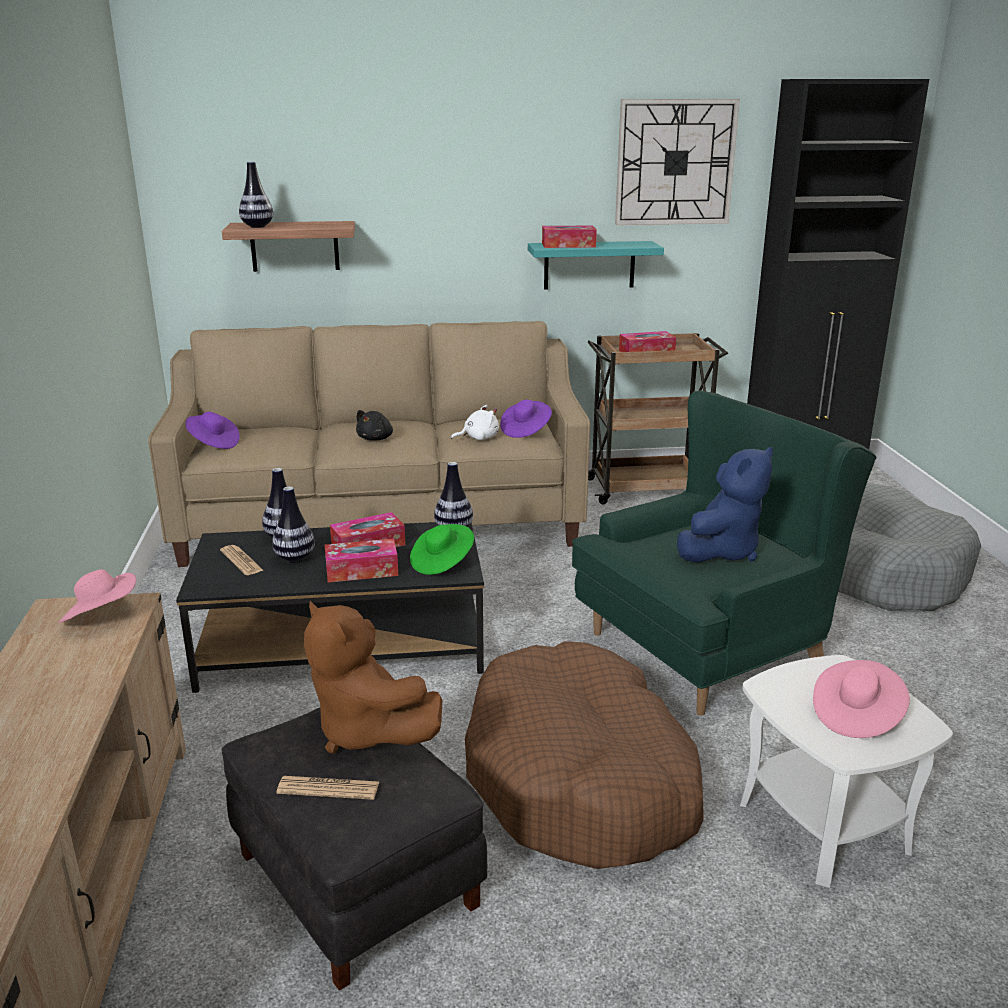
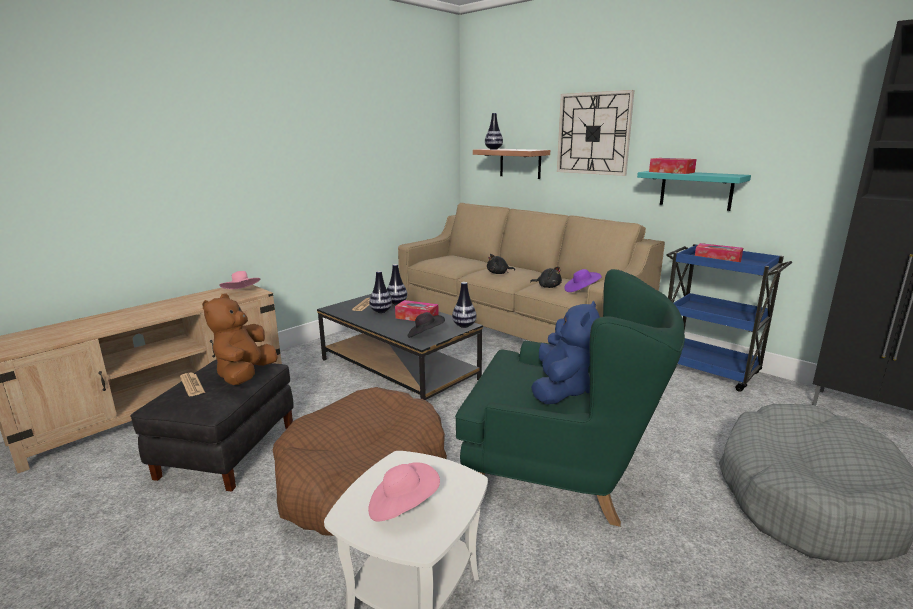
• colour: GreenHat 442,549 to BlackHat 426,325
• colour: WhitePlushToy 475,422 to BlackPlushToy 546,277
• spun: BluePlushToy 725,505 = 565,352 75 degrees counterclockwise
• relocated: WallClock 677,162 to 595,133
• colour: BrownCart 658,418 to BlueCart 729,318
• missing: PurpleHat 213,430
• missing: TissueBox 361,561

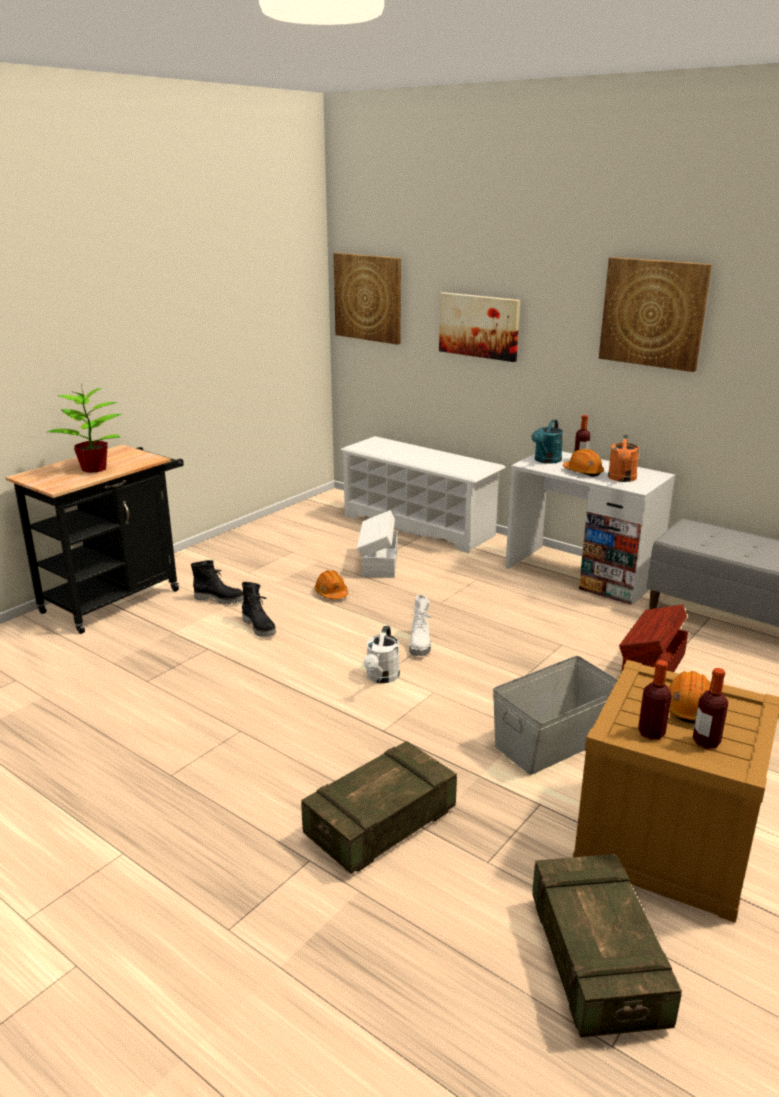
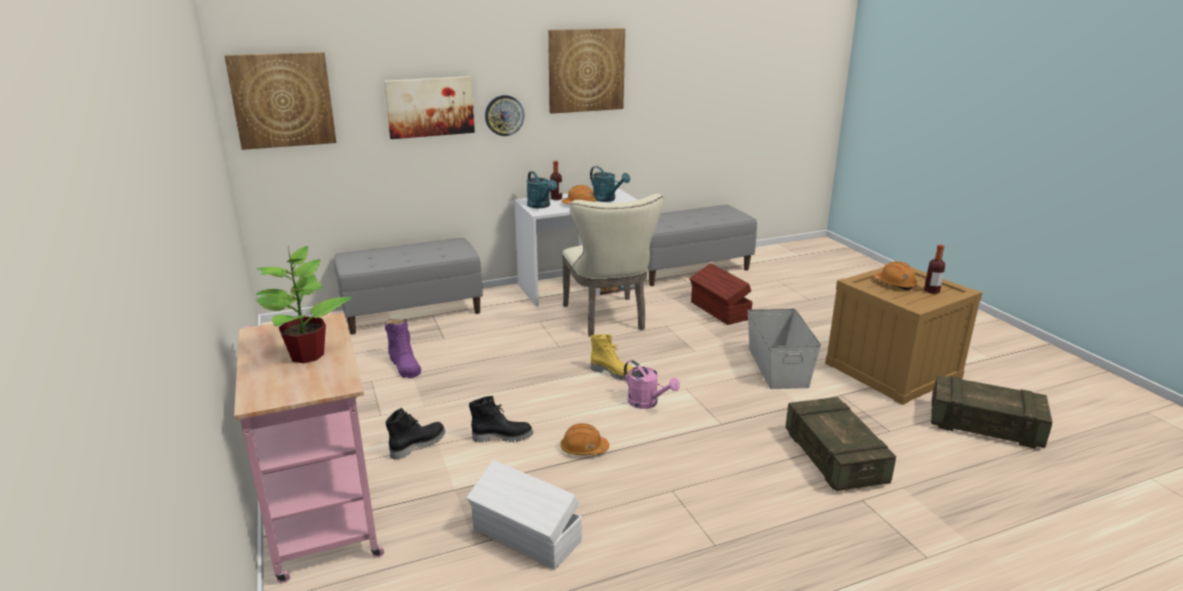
• colour: BlackCart 94,539 to PinkCart 309,447
• exchanged: WhiteShoeRack 423,494 to GreyBench 408,286
• appeared: PurpleBoot 403,348
• relocated: WhiteStorageBox 377,544 to 524,515
• appeared: WallClock 504,115
• relocated: OrangeHardHat 331,584 to 585,439
• appeared: BeigeChair 612,265
• colour: OrangeWateringCan 624,458 to TurquoiseWateringCan 610,184
• colour: WhiteBoot 420,625 to YellowBoot 612,357
• colour: WhiteWateringCan 382,654 to PinkWateringCan 652,384
• missing: Bottle 655,699

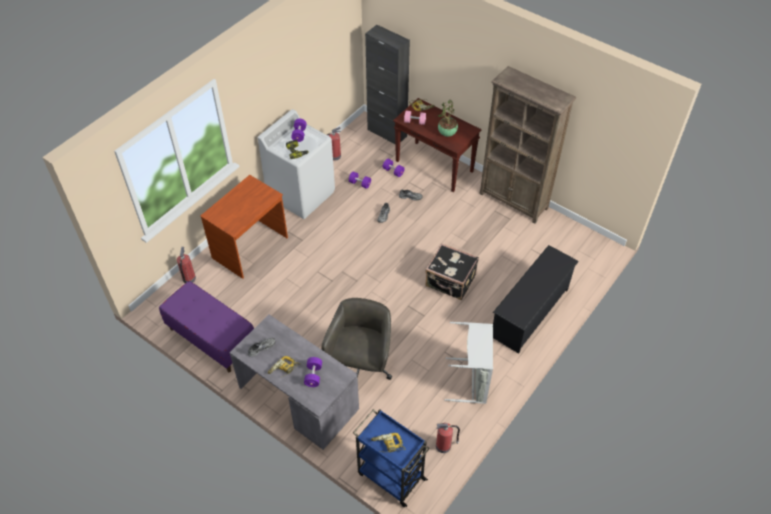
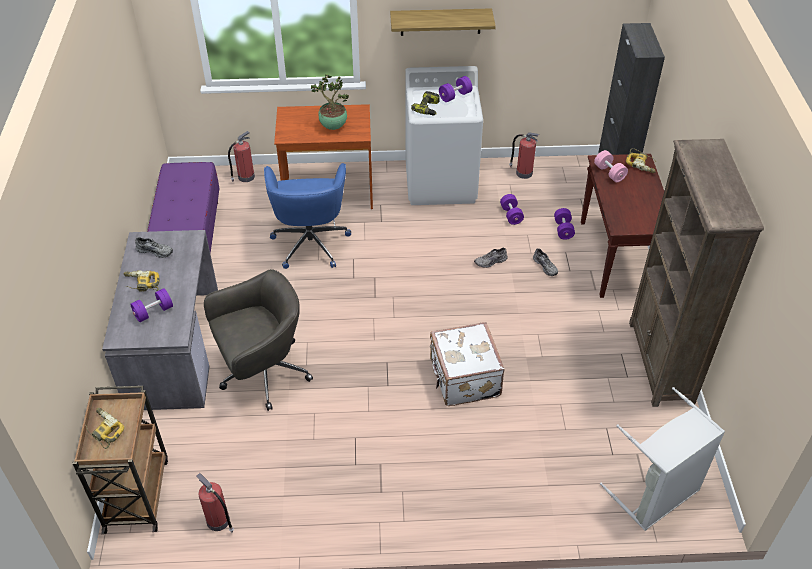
• colour: BlueCart 391,458 to BrownCart 120,460
• appeared: BlueOfficeChair 307,216
• relocated: PottedPlant 448,118 to 330,102
• appeared: Shelf 443,22
• colour: BlackSuitcase 452,271 to WhiteSuitcase 467,364
• relocated: GreyLaundryBasket 468,363 to 662,459
• missing: BlackShoeRack 536,299

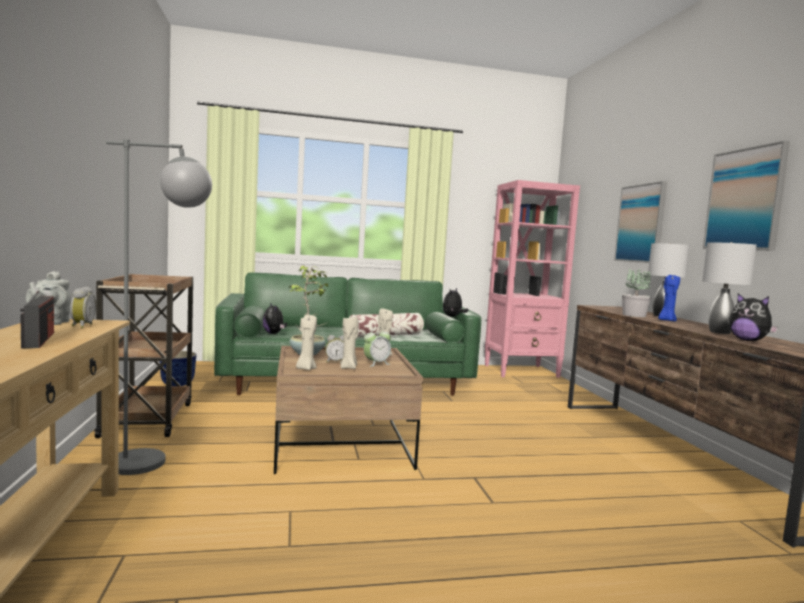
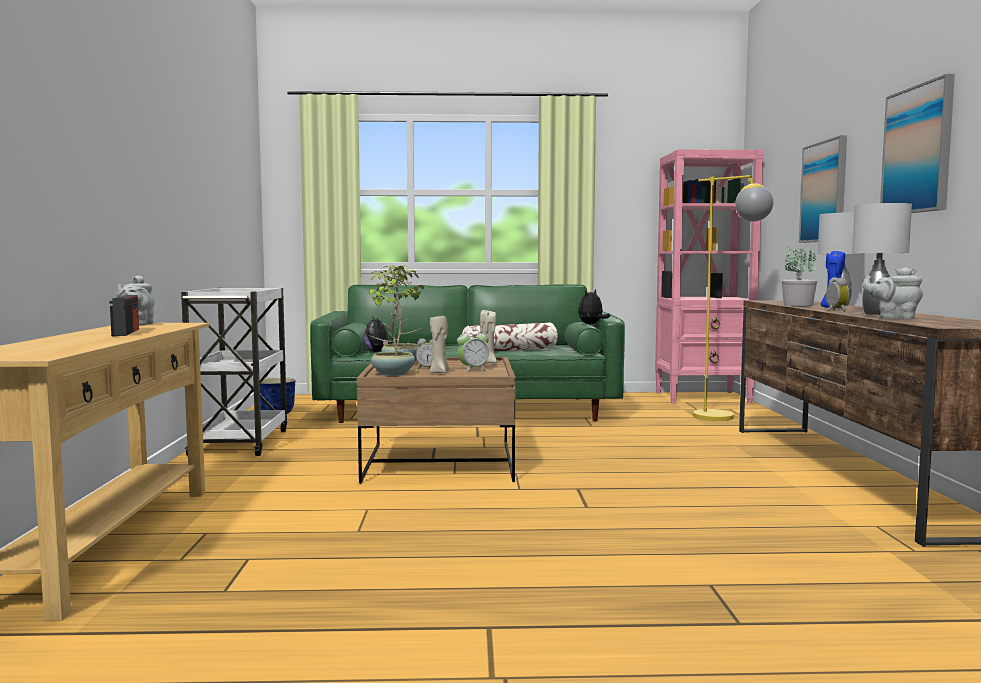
• colour: BrownCart 143,356 to WhiteCart 234,372
• exchanged: BeigeCandle 306,342 to PottedPlant 392,321
• appeared: YellowFloorLamp 733,298
• relocated: AlarmClock 83,307 to 837,294
• exchanged: PlushToy 754,317 to GreyTeapot 892,293
• missing: GreyFloorLamp 159,307

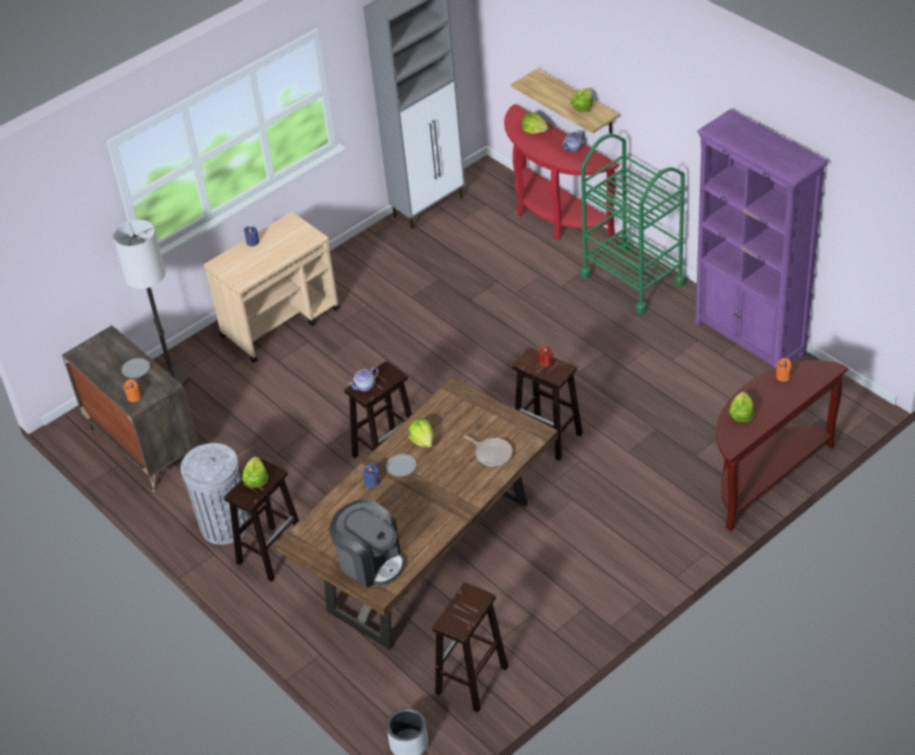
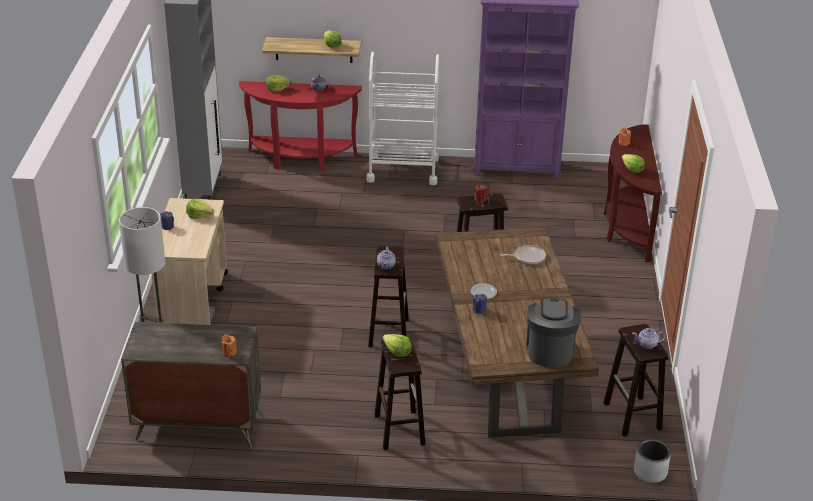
• relocated: Lettuce 420,433 to 200,208
• colour: GreenCart 633,224 to WhiteCart 402,118
• spun: CoffeeMachine 366,543 = 553,332 75 degrees counterclockwise
• appeared: Teapot 649,338
• missing: Plate 136,368
• missing: GreyTrashCan 215,494

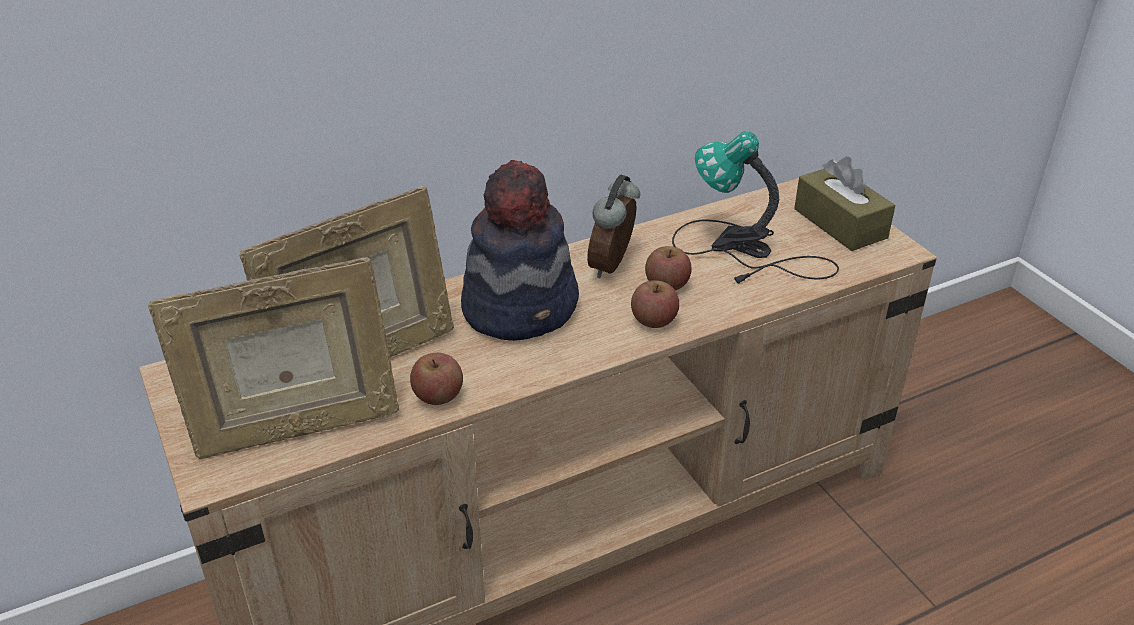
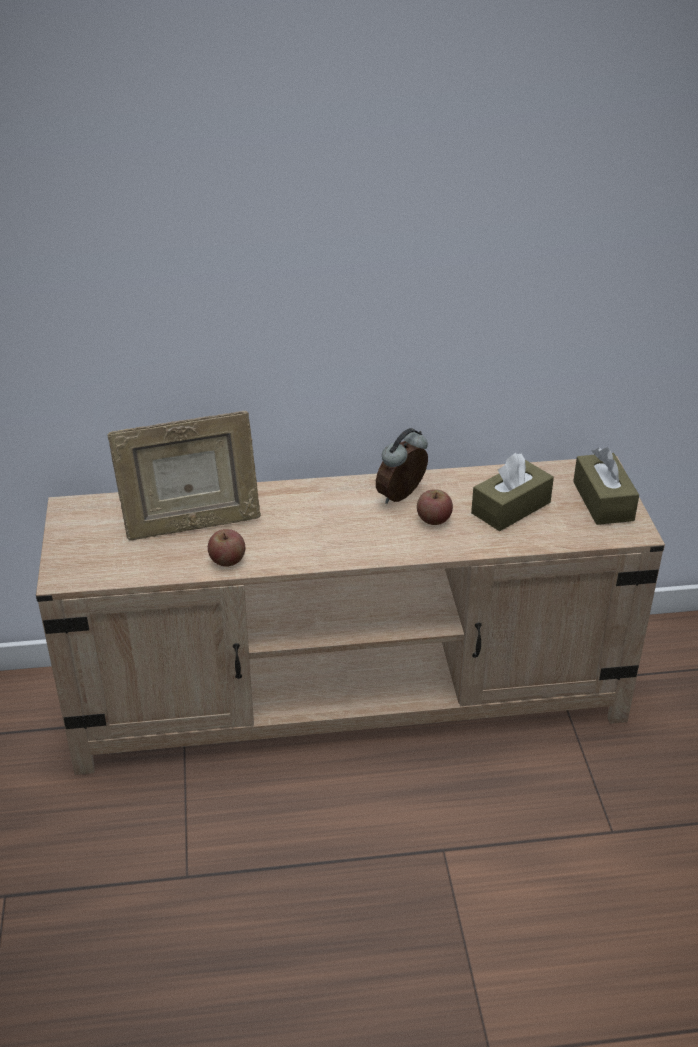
• exchanged: TableLamp 755,207 to BrownTissueBox 512,492
• missing: PictureFrame 273,358
• missing: Hat 520,250
• missing: Apple 655,304

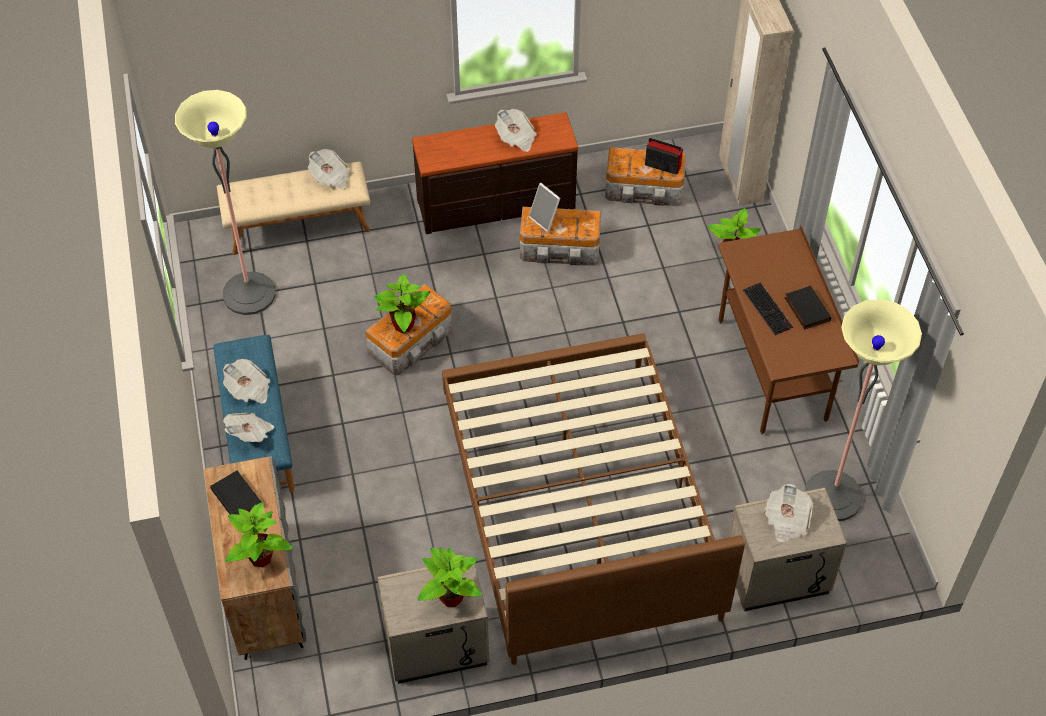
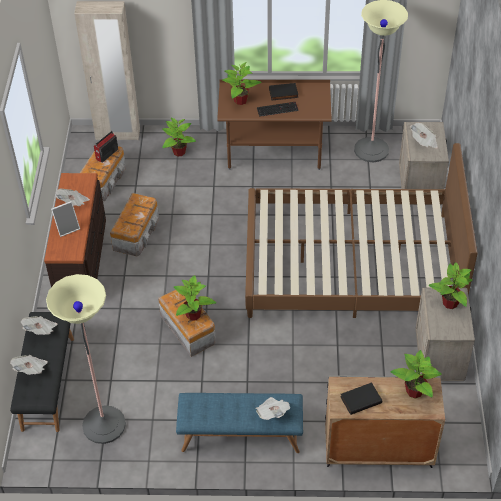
• colour: BeigeBench 293,208 to BlackBench 42,372
• relocated: Newspaper 246,381 to 29,365
• relocated: PictureFrame 544,207 to 65,219
• appeared: PottedPlant 241,83

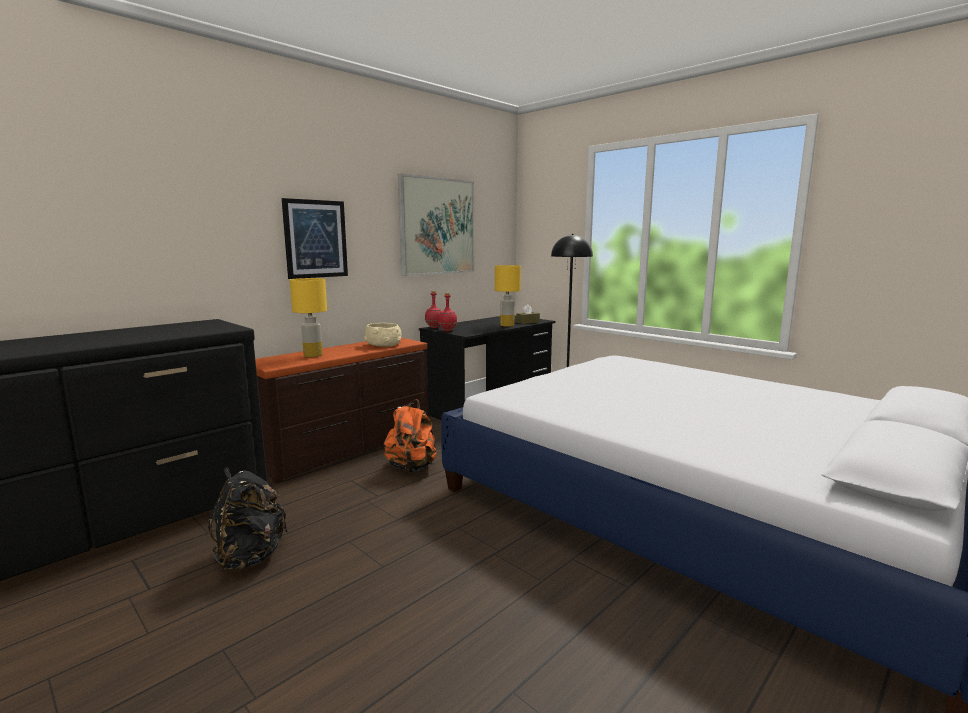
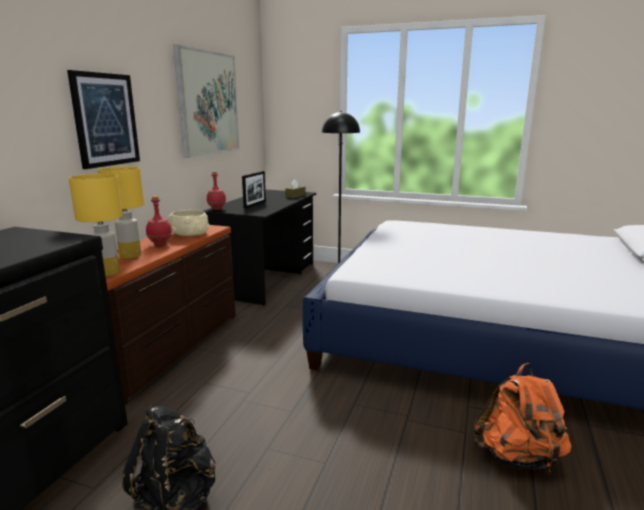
• relocated: YellowTableLamp 508,296 to 96,225
• relocated: RedBottle 447,312 to 159,221
• appeared: PictureFrame 254,190
• relocated: OrangeBackpack 410,436 to 522,418

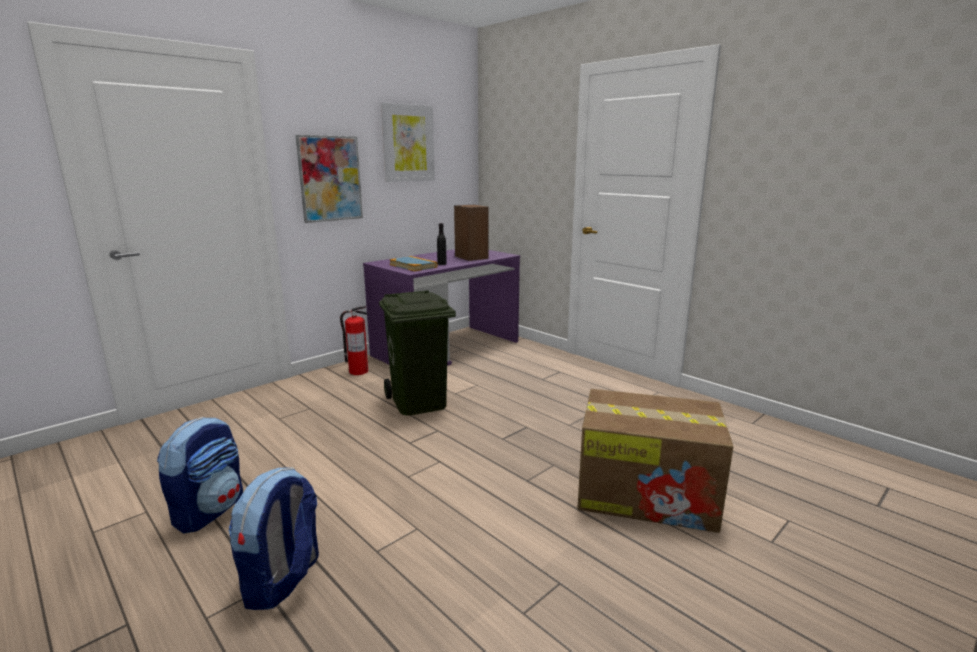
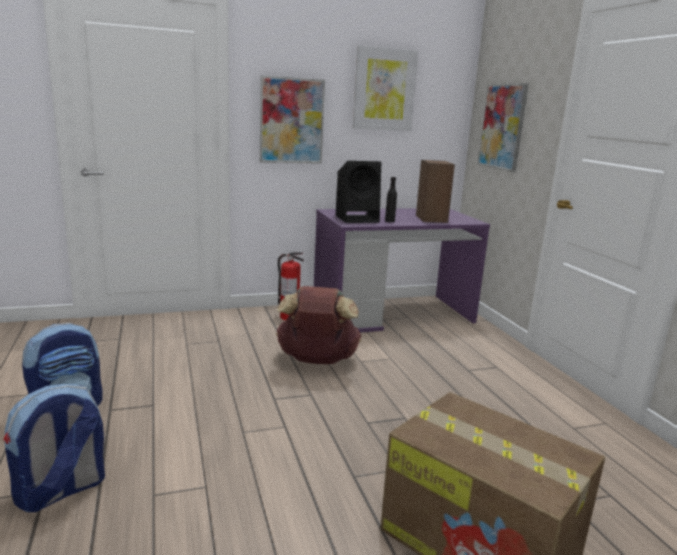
• exchanged: GreenTrashCan 417,352 to BrownBackpack 318,325
• exchanged: Book 413,263 to BlackSpeaker 358,192
• appeared: Picture 503,127

